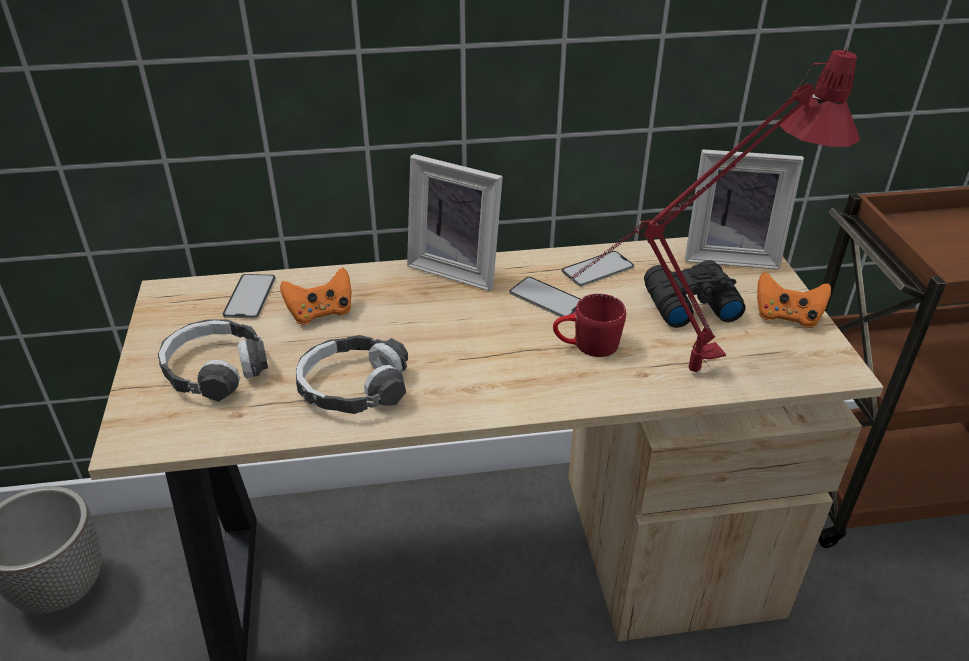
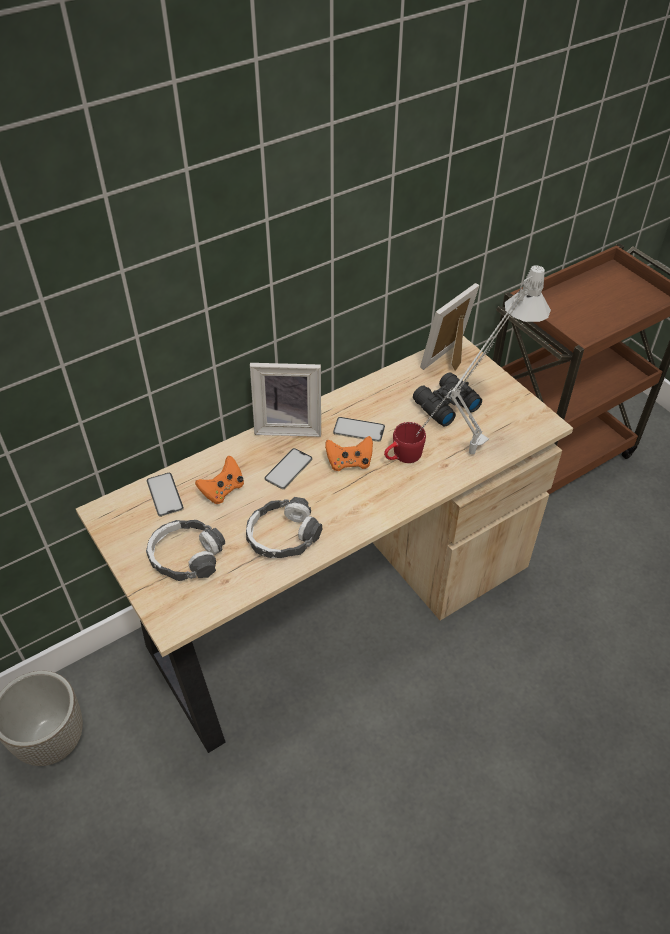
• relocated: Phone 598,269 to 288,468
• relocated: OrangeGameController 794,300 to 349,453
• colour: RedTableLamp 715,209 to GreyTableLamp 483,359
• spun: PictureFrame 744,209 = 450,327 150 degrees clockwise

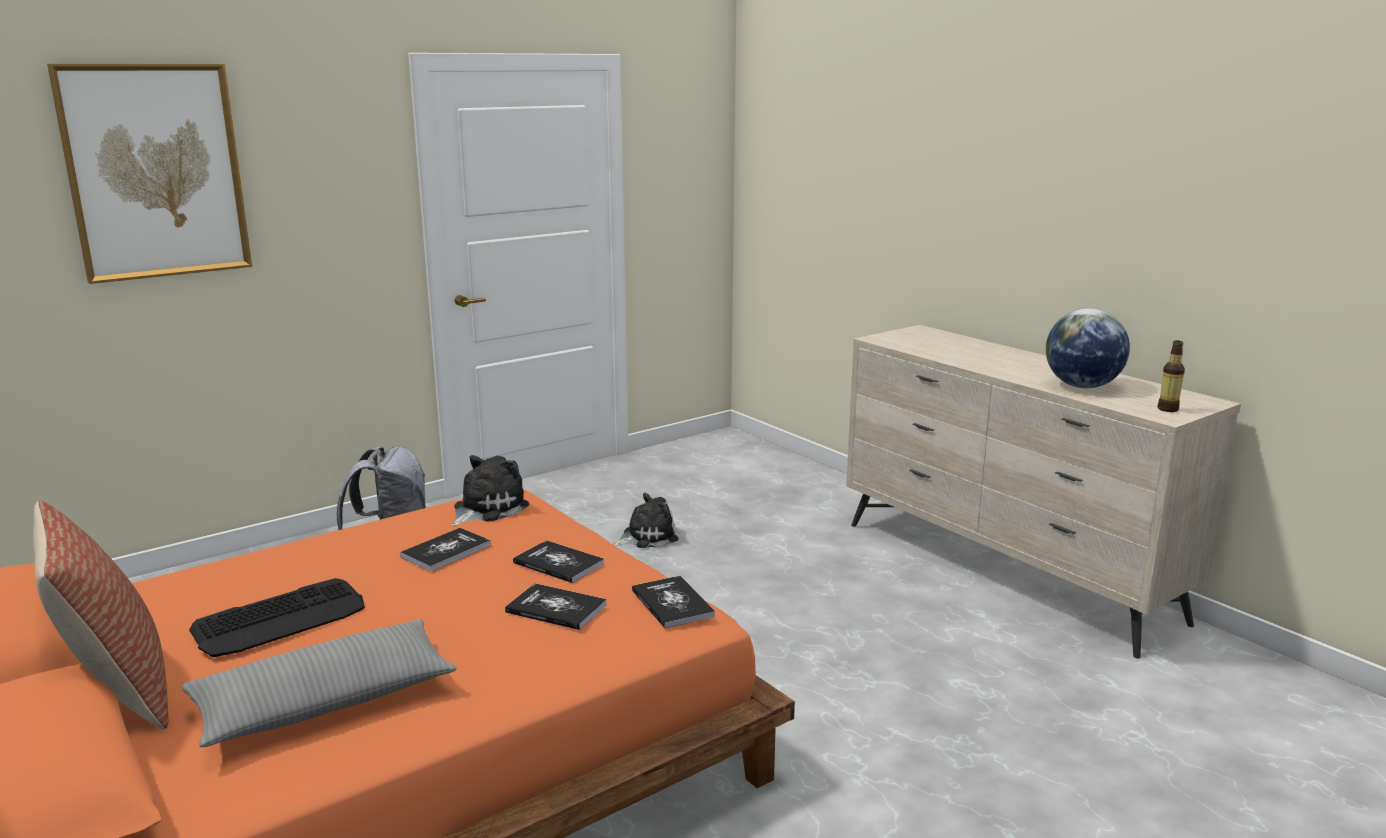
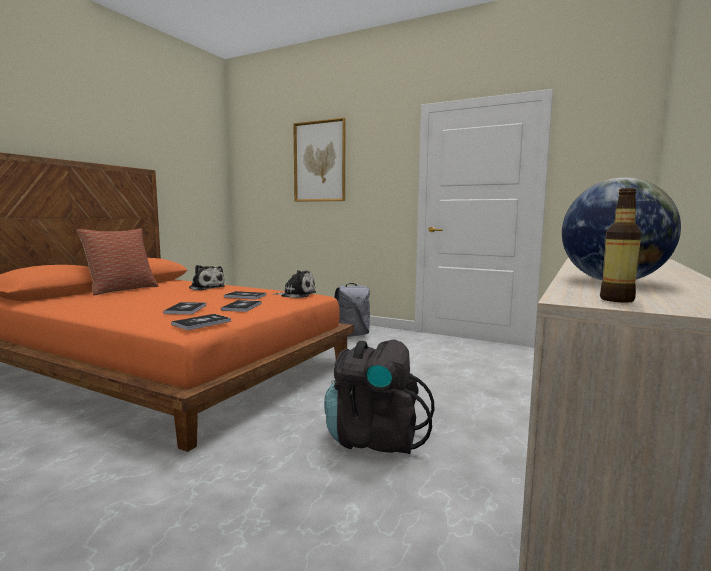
• relocated: PlushToy 645,520 to 207,277
• appeared: BlackBackpack 379,396
• missing: GreyPillow 319,683
• missing: Keyboard 277,617

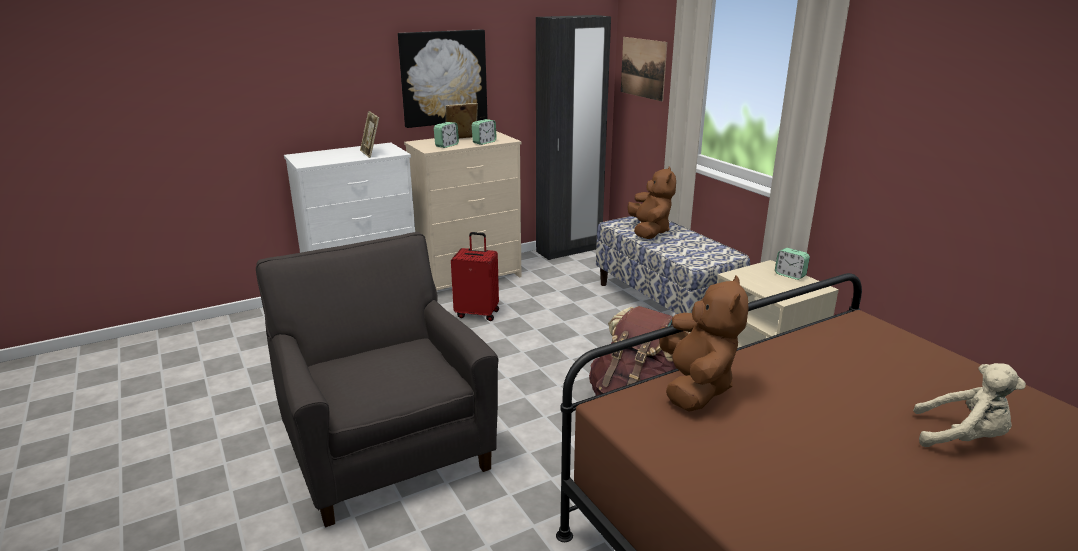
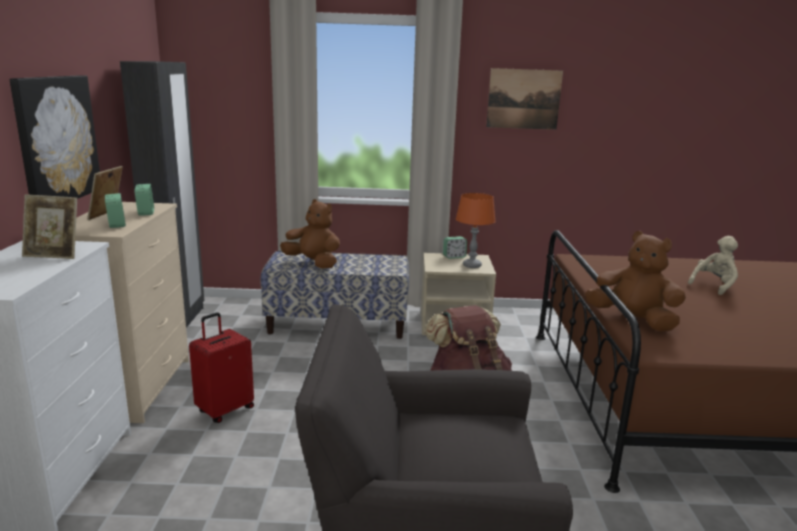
• appeared: OrangeTableLamp 476,230
• relocated: Picture 644,69 to 524,99

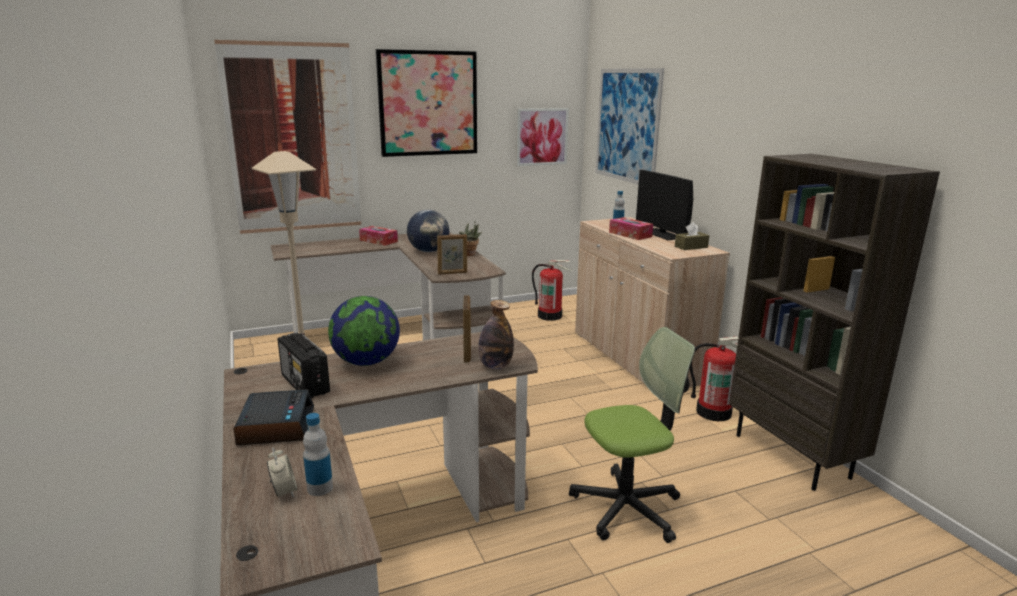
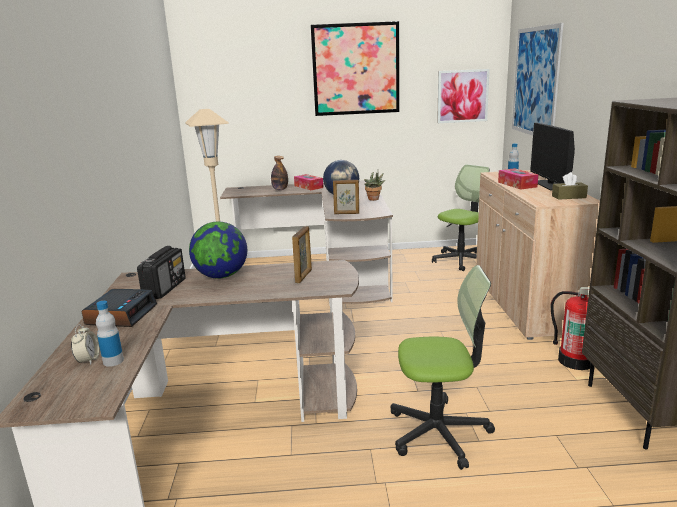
• spun: Radio 303,365 = 161,272 150 degrees counterclockwise
• relocated: Bottle 496,334 to 279,173
• exchanged: FireExtinguisher 552,290 to OfficeChair 461,217
• missing: Picture 287,137

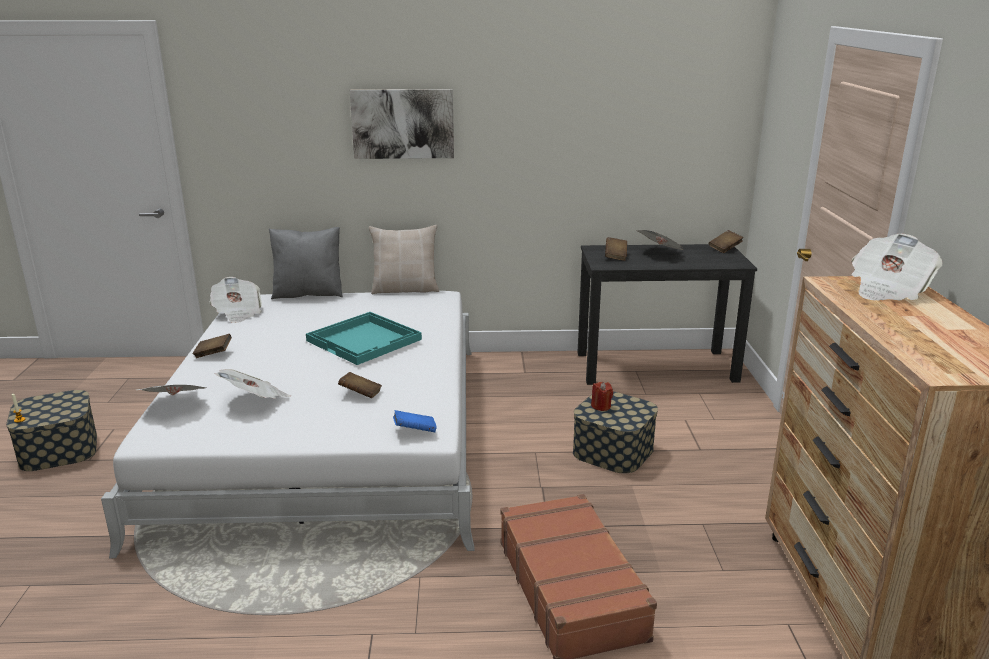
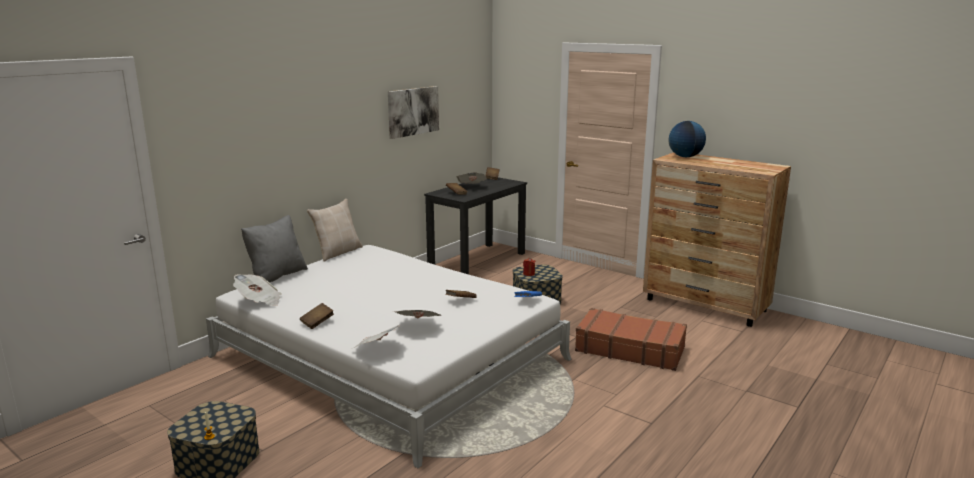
• relocated: Picture 402,124 to 413,112
• exchanged: Newspaper 896,267 to Globe 687,139
• missing: TurquoiseTray 364,338

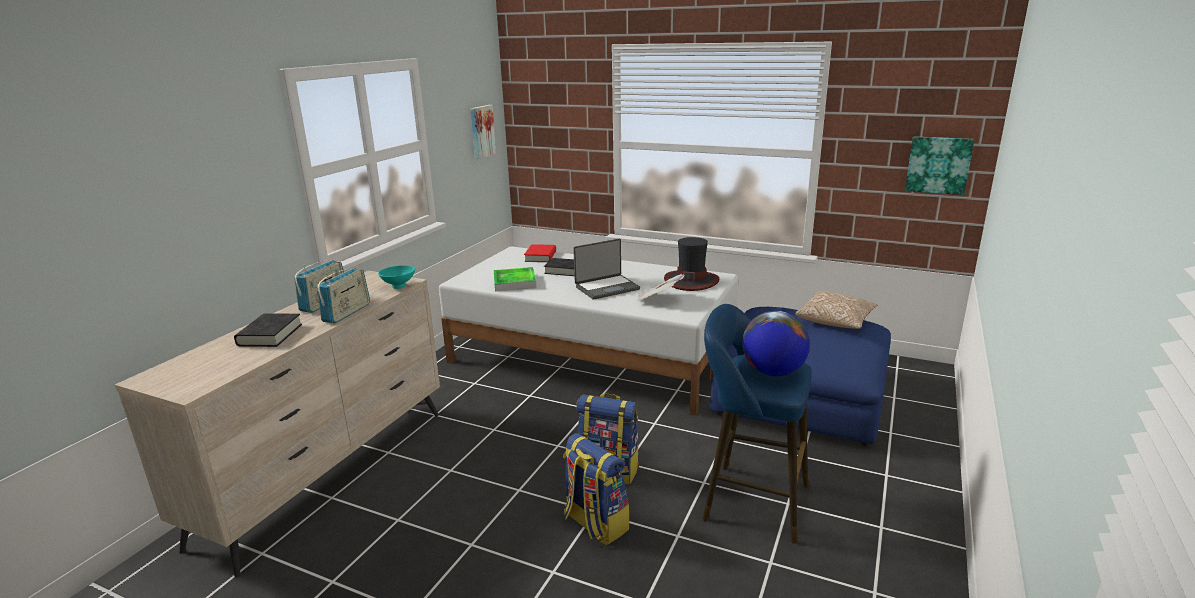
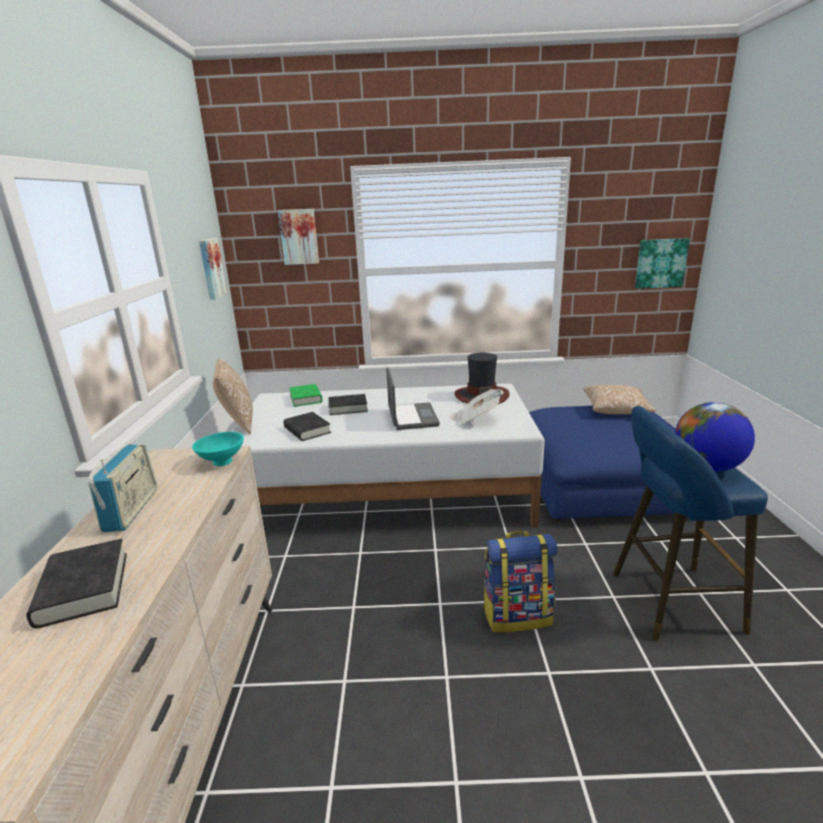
• appeared: Pillow 233,396
• appeared: Picture 298,237
• exchanged: Tray 515,279 to BlackBook 307,426
• colour: RedBook 540,253 to GreenBook 305,395
• spun: Laptop 606,269 = 413,399 45 degrees counterclockwise
• missing: Radio 343,296
• missing: Backpack 596,489

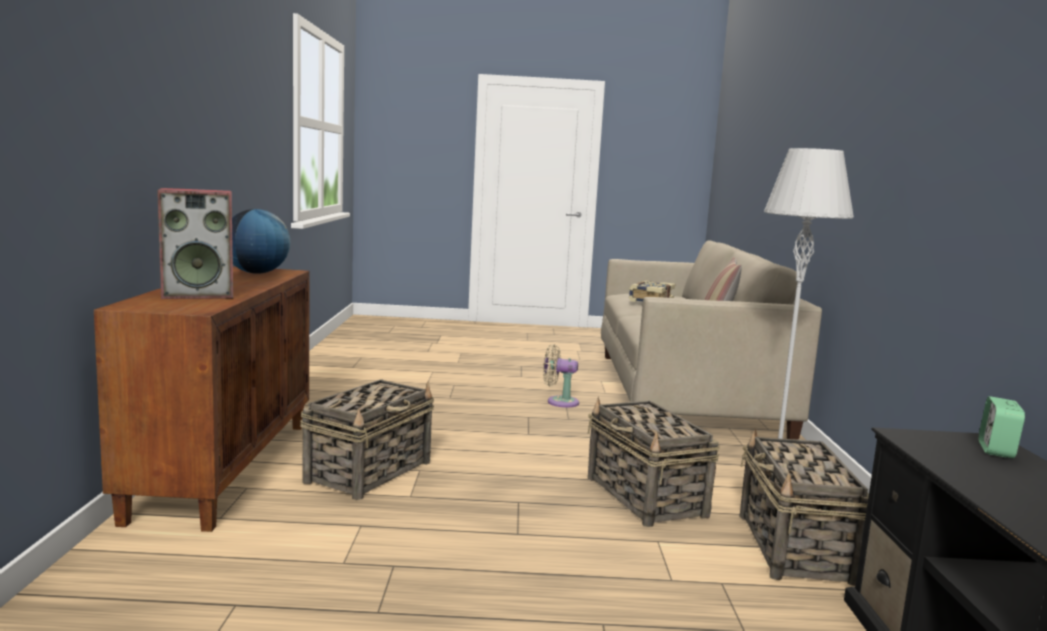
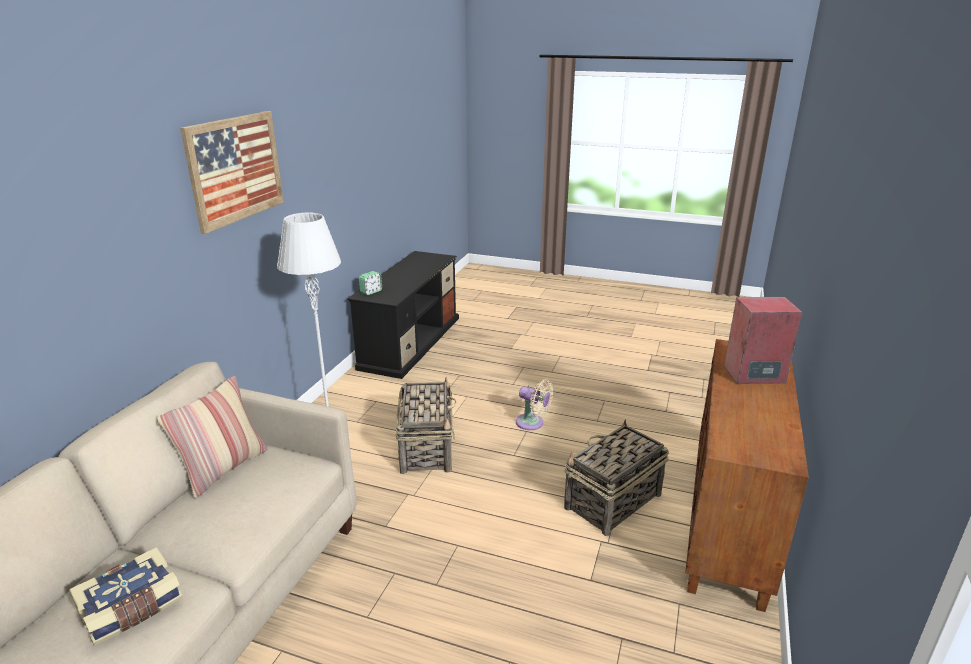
• appeared: Picture 232,172
• relocated: BeigeFan 561,375 to 534,404
• missing: Globe 261,241
• missing: Basket 804,507

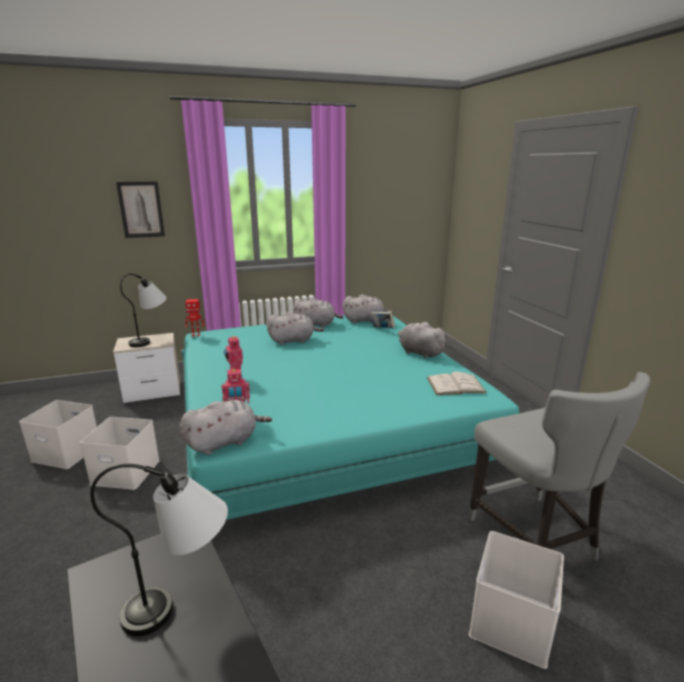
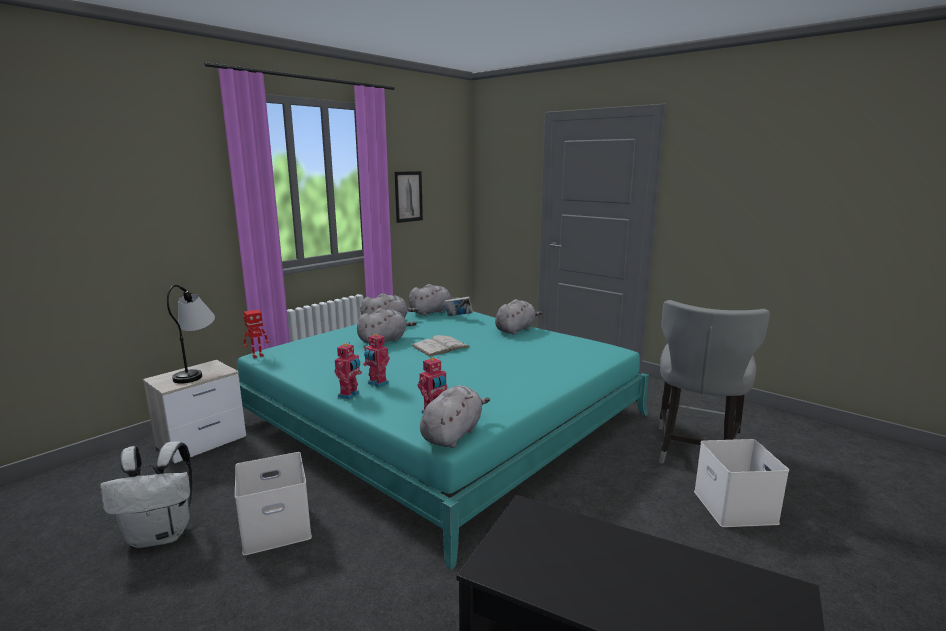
• exchanged: WhiteStorageBox 58,434 to WhiteBackpack 146,494
• appeared: ToyRobot 348,371
• relocated: Picture 140,209 to 409,197
• relocated: WhiteBook 457,383 to 440,345
• spun: GreyPlushToy 423,340 = 518,317 120 degrees clockwise
• spun: GreyChair 559,466 = 714,382 75 degrees clockwise
• missing: TableLamp 159,550

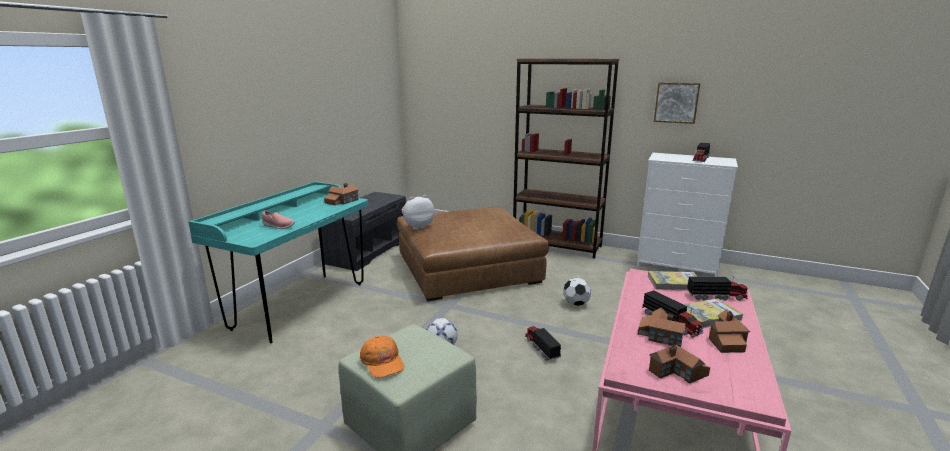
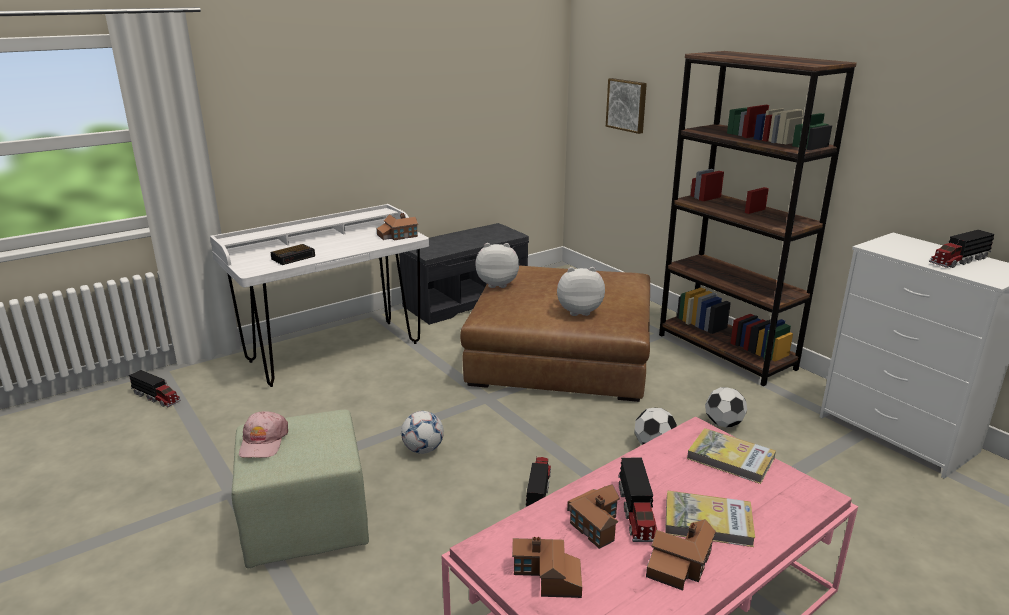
• relocated: ToyTruck 717,288 to 155,388
• colour: TurquoiseDesk 278,262 to WhiteDesk 319,295
• colour: OrangeCap 382,357 to PinkCap 263,434
• exchanged: PinkShoe 278,219 to AlarmClock 292,254
• appeared: PlushToy 581,291
• relocated: Picture 677,103 to 626,106
• appeared: Football 726,407

